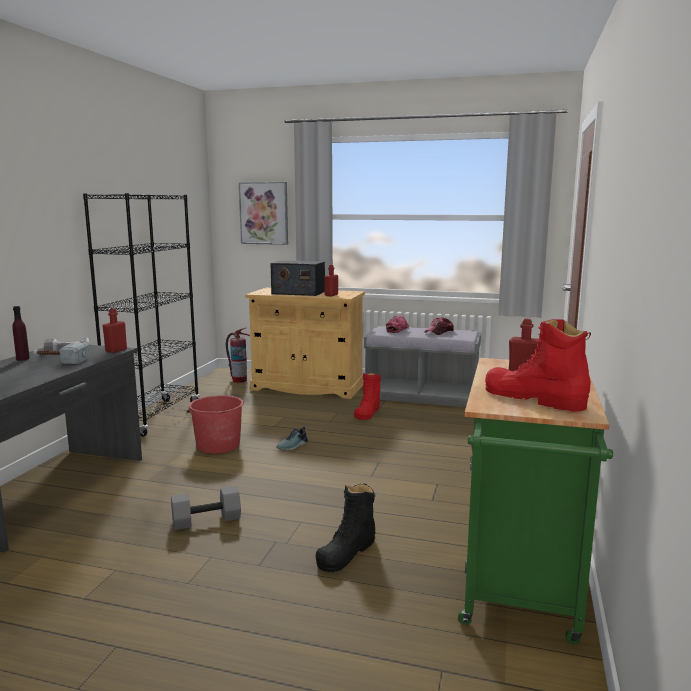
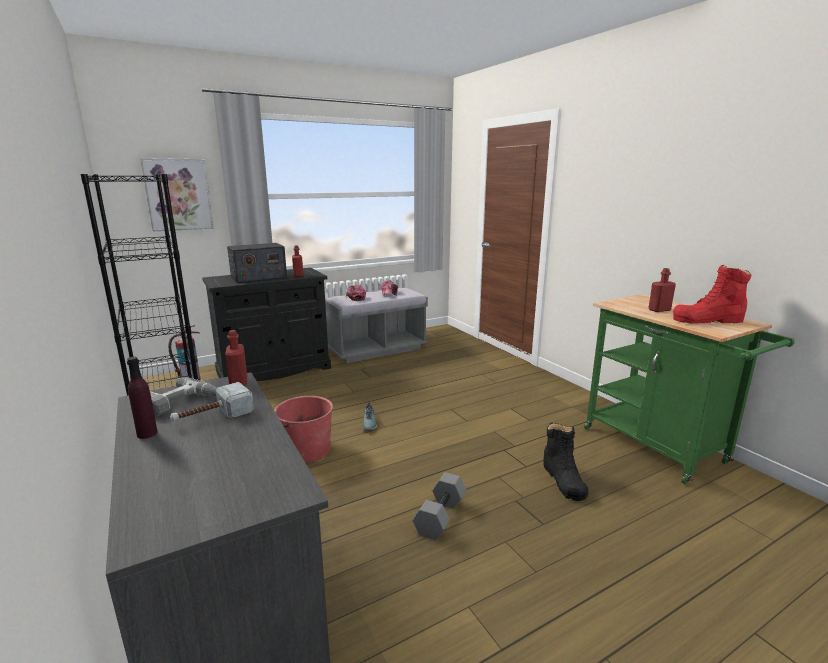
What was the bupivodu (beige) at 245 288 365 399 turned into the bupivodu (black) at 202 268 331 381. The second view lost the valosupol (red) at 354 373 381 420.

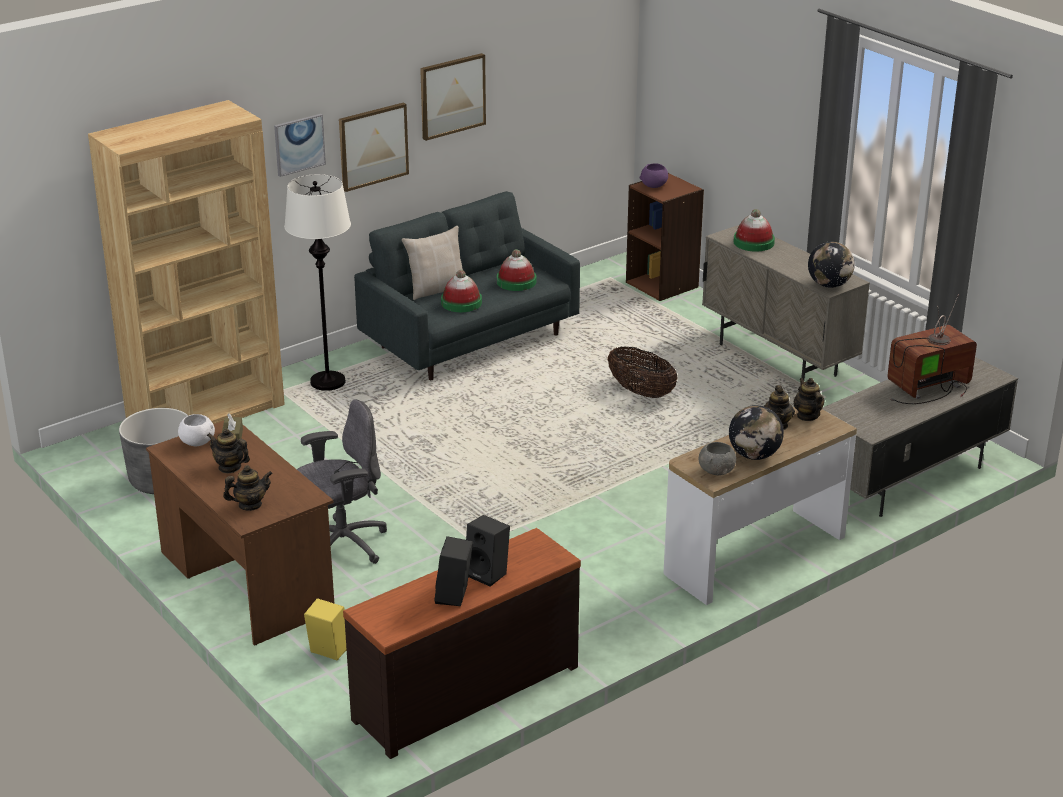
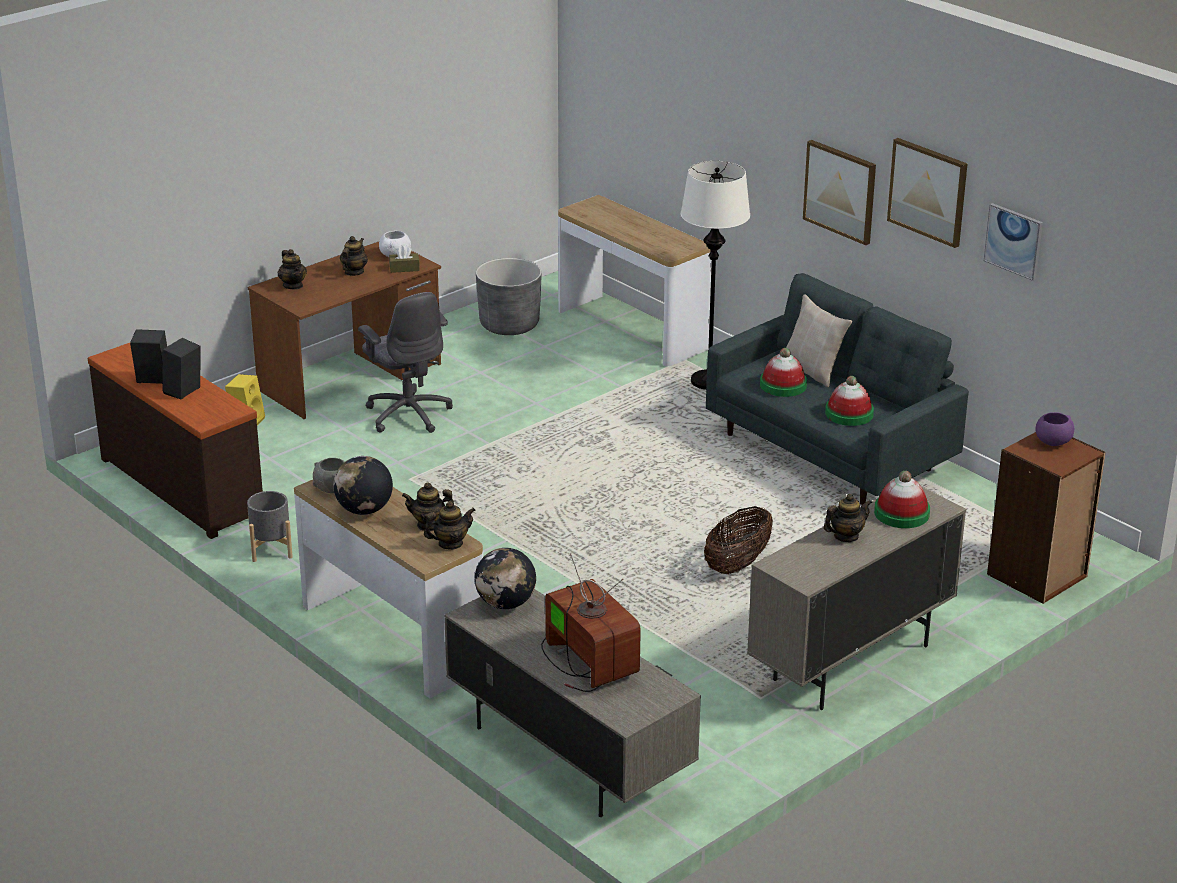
Where the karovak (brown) stood at 88 100 285 424, the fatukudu came to stand at 558 195 712 366. The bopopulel ended up elsewhere, having gone from 274 114 326 177 to 984 203 1043 281. The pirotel ended up elsewhere, having gone from 808 242 855 288 to 475 548 536 609. The second view gained the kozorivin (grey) at 247 491 293 562. The second view gained the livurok at 823 494 872 542.

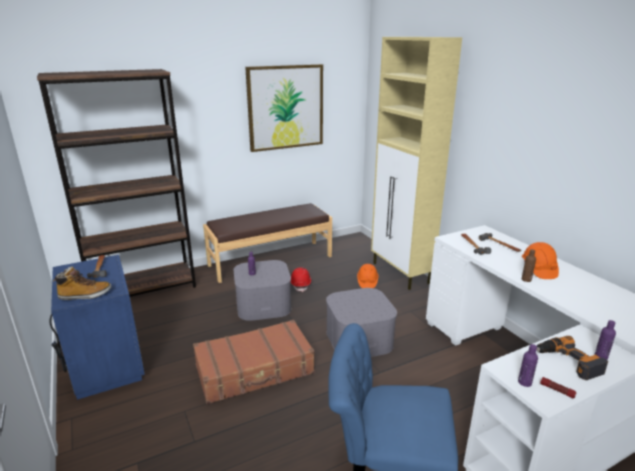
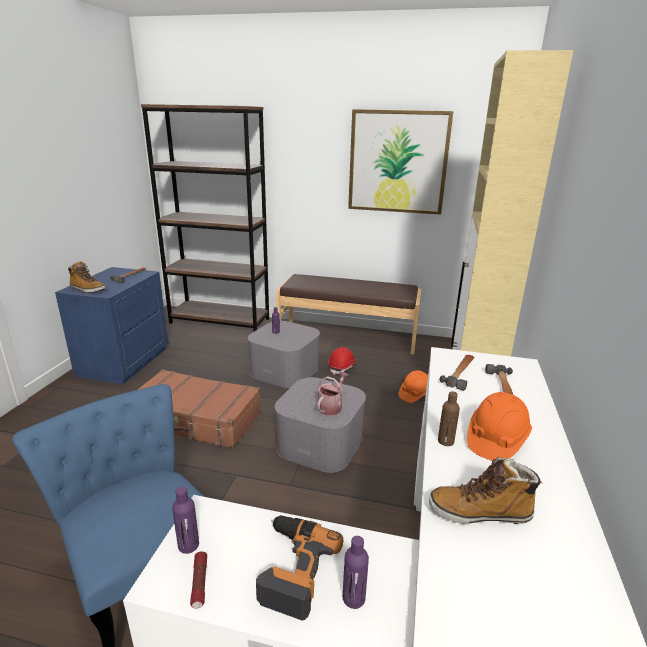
The second view gained the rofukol at 317 372 349 416. The second view gained the valosupol at 429 457 542 524.

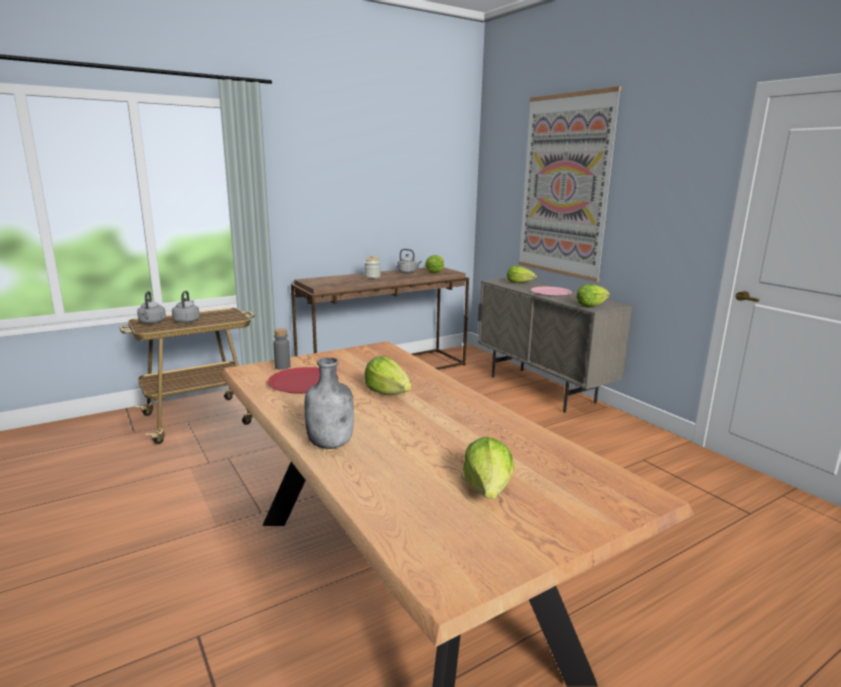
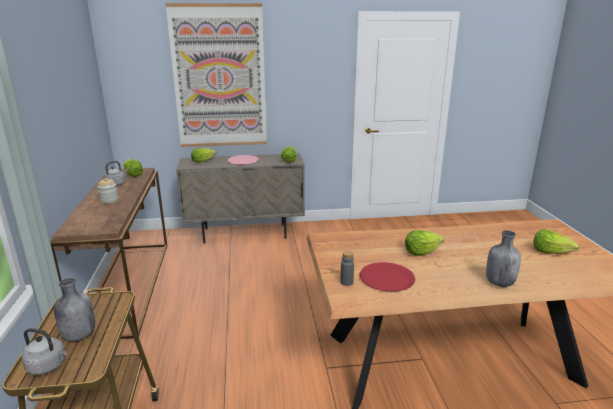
Where the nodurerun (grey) stood at 172 291 200 323, the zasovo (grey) came to stand at 54 278 95 341.

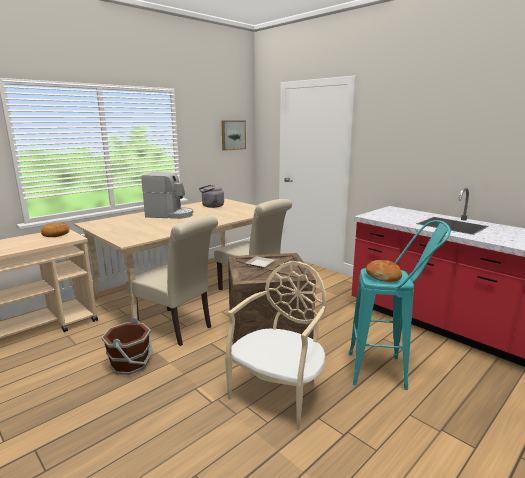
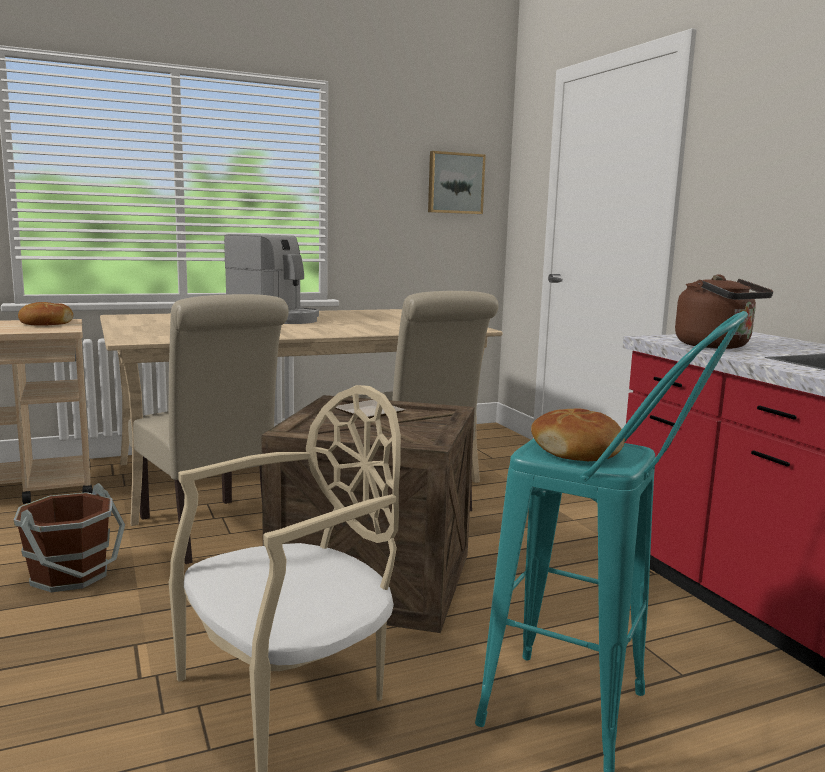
The second view lost the nodurerun (grey) at 199 185 224 208. The second view gained the nodurerun (brown) at 675 274 773 349.

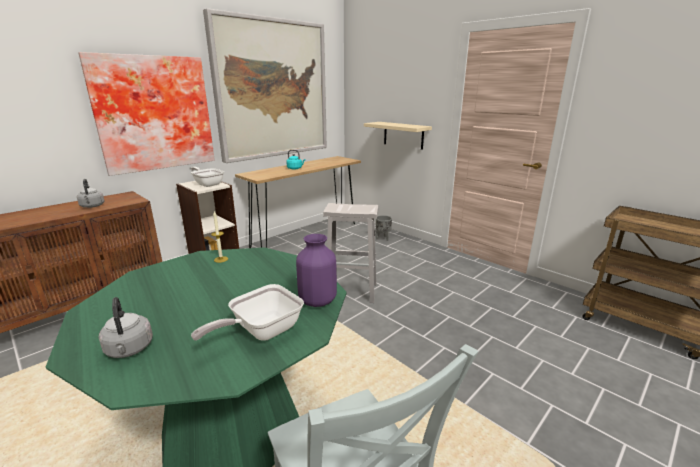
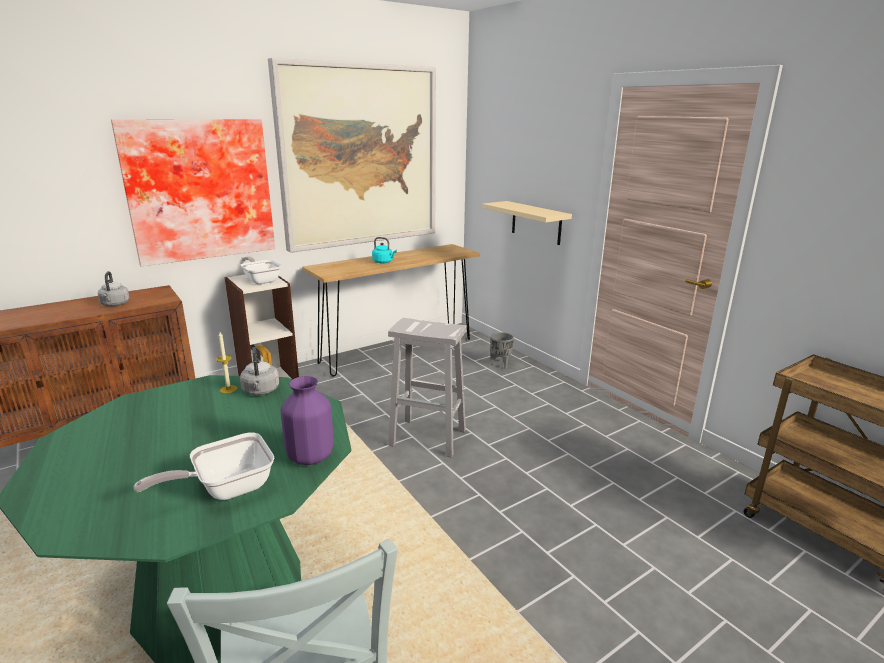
The nodurerun (grey) ended up elsewhere, having gone from 99 297 153 358 to 240 347 279 396.

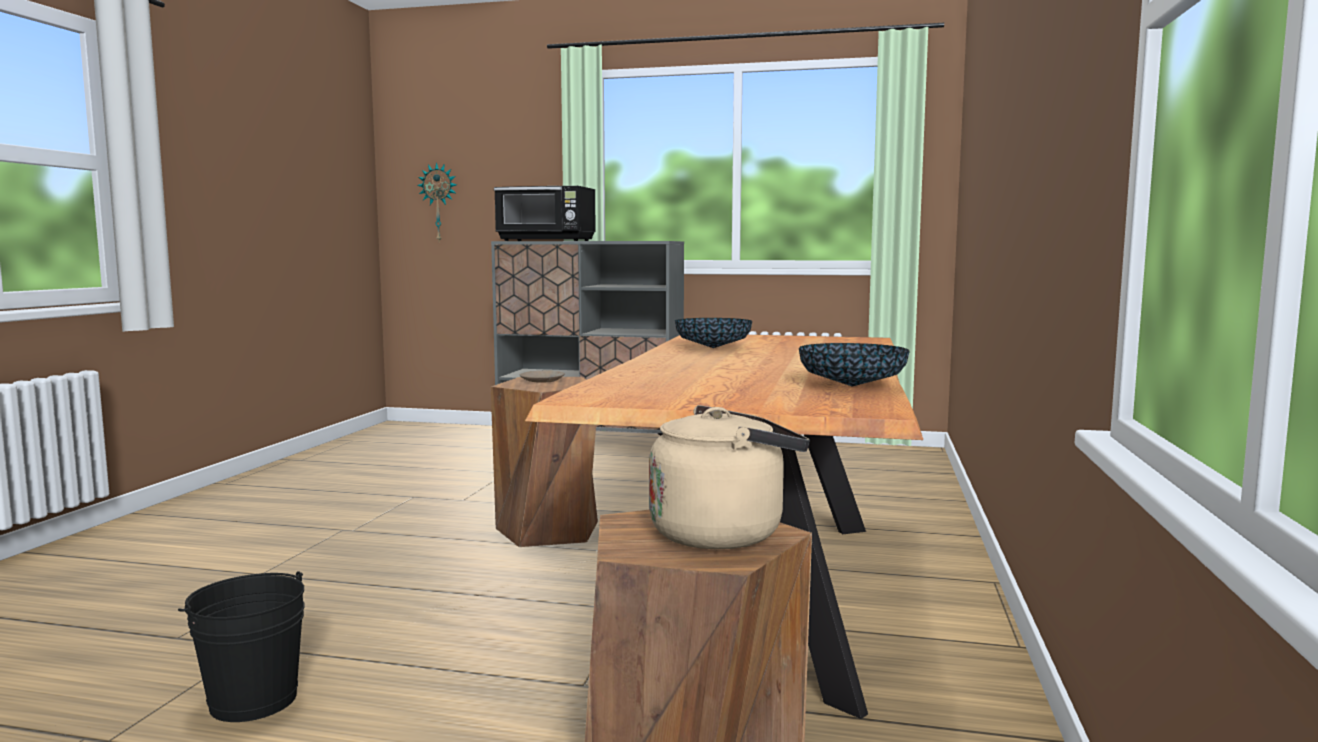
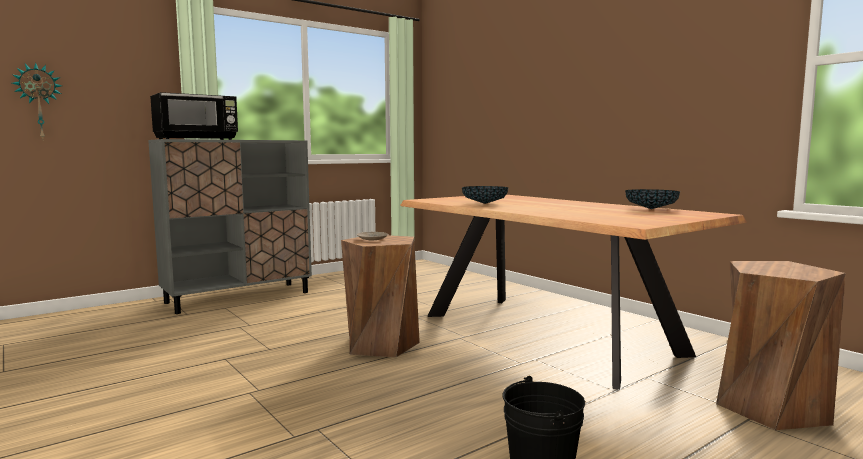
The second view lost the nodurerun (beige) at 649 405 809 549.

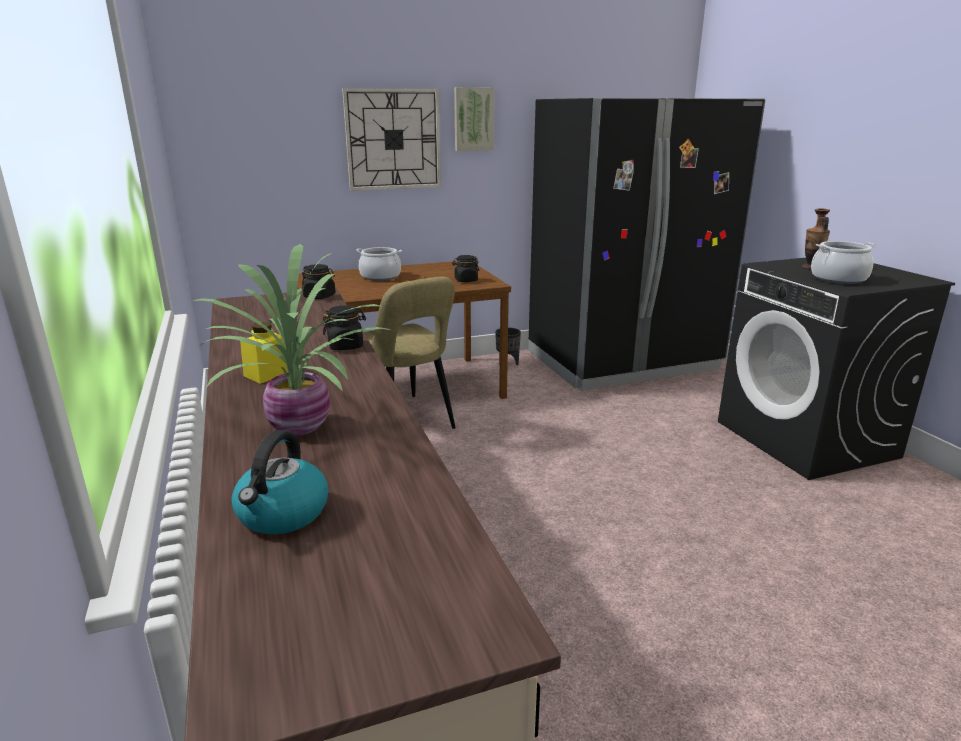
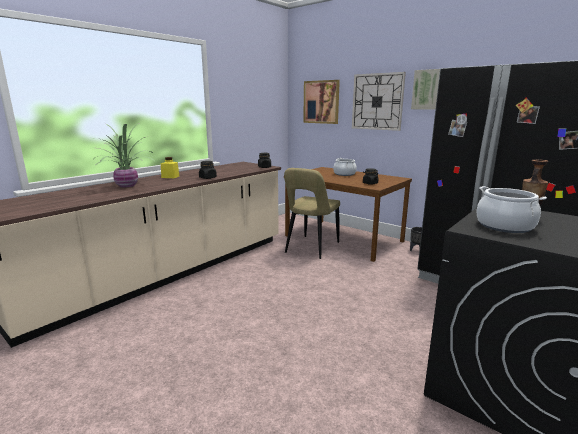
The second view lost the nodurerun at 232 430 328 534. The second view gained the bopopulel at 303 80 340 124.

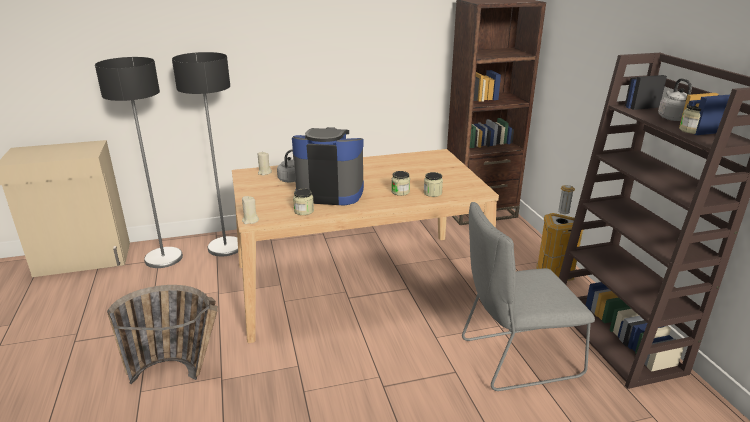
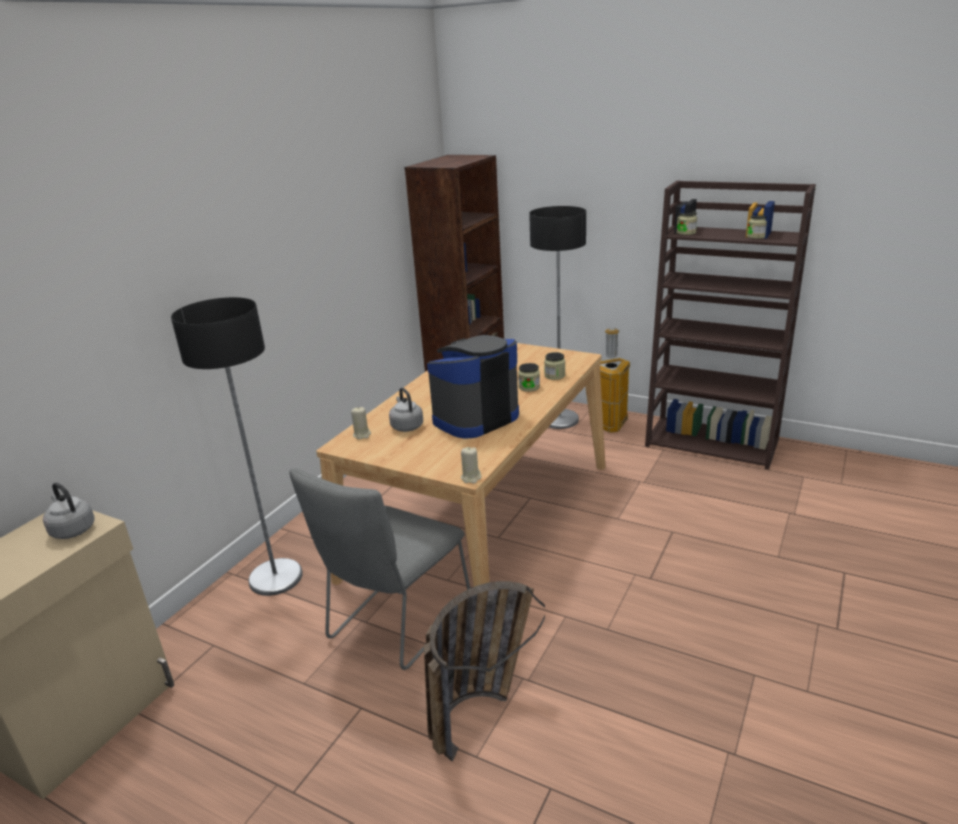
The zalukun ended up elsewhere, having gone from 95 57 183 268 to 529 206 586 429. The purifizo ended up elsewhere, having gone from 293 189 314 215 to 676 211 697 235. The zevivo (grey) ended up elsewhere, having gone from 462 202 595 391 to 289 469 470 670. The nodurerun (grey) ended up elsewhere, having gone from 658 78 692 121 to 43 482 95 539.

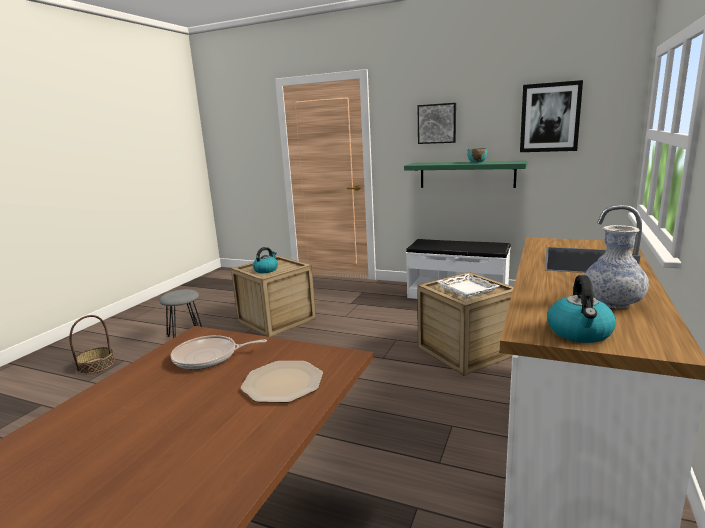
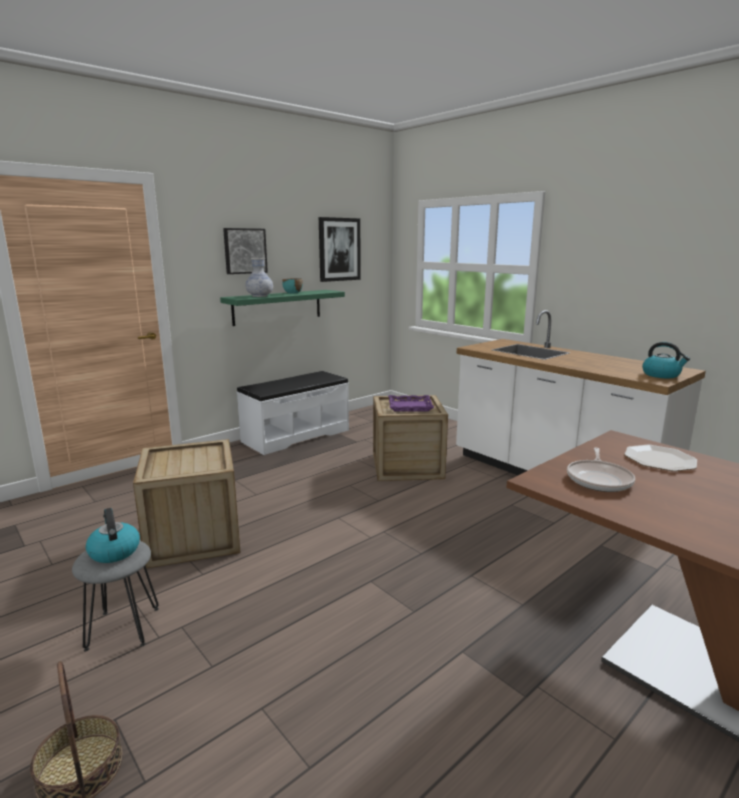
The nodurerun ended up elsewhere, having gone from 253 247 278 273 to 86 508 140 563. What was the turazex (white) at 436 274 499 298 turned into the turazex (purple) at 388 395 434 412. The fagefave ended up elsewhere, having gone from 584 225 649 309 to 245 258 273 297.

